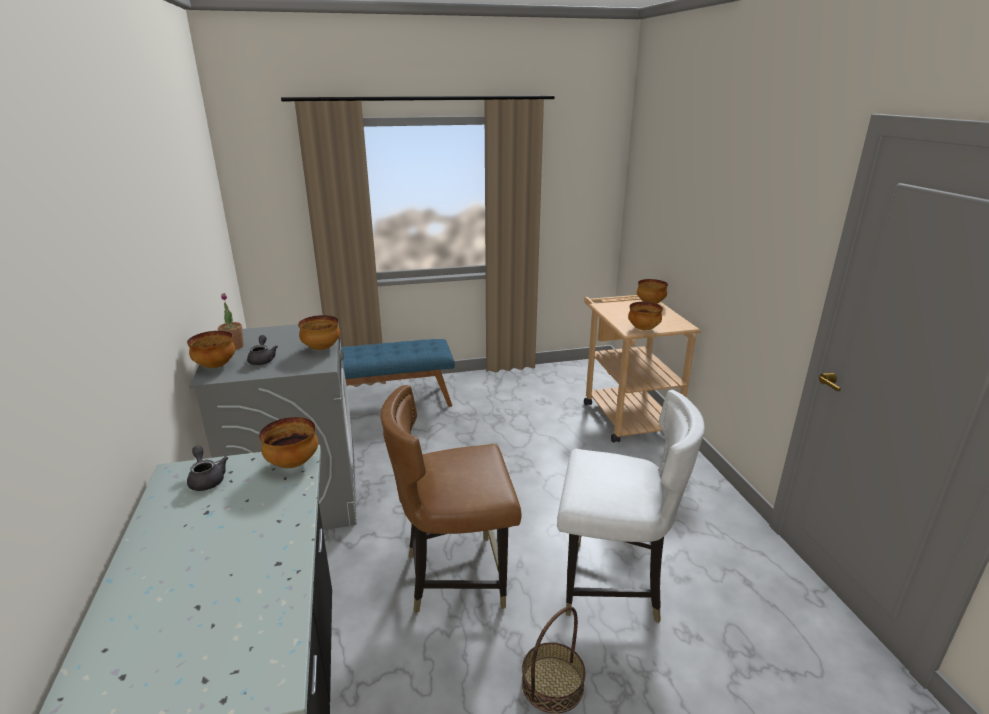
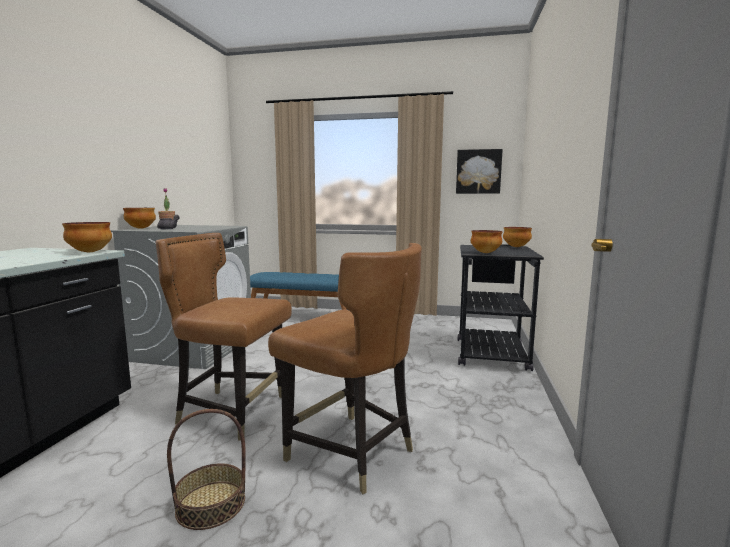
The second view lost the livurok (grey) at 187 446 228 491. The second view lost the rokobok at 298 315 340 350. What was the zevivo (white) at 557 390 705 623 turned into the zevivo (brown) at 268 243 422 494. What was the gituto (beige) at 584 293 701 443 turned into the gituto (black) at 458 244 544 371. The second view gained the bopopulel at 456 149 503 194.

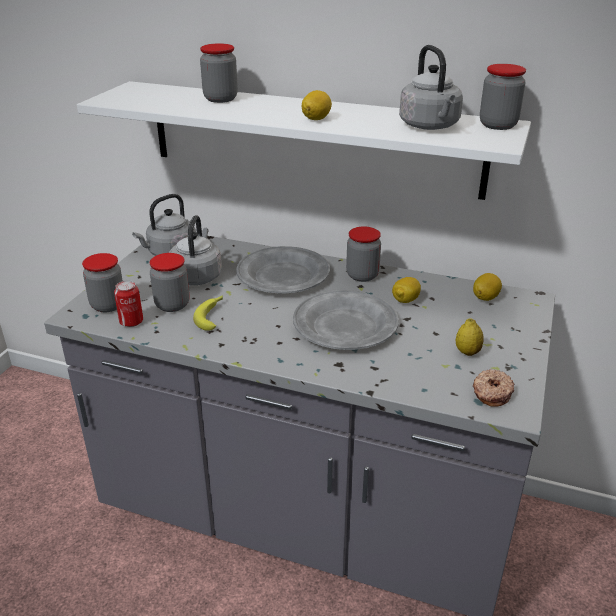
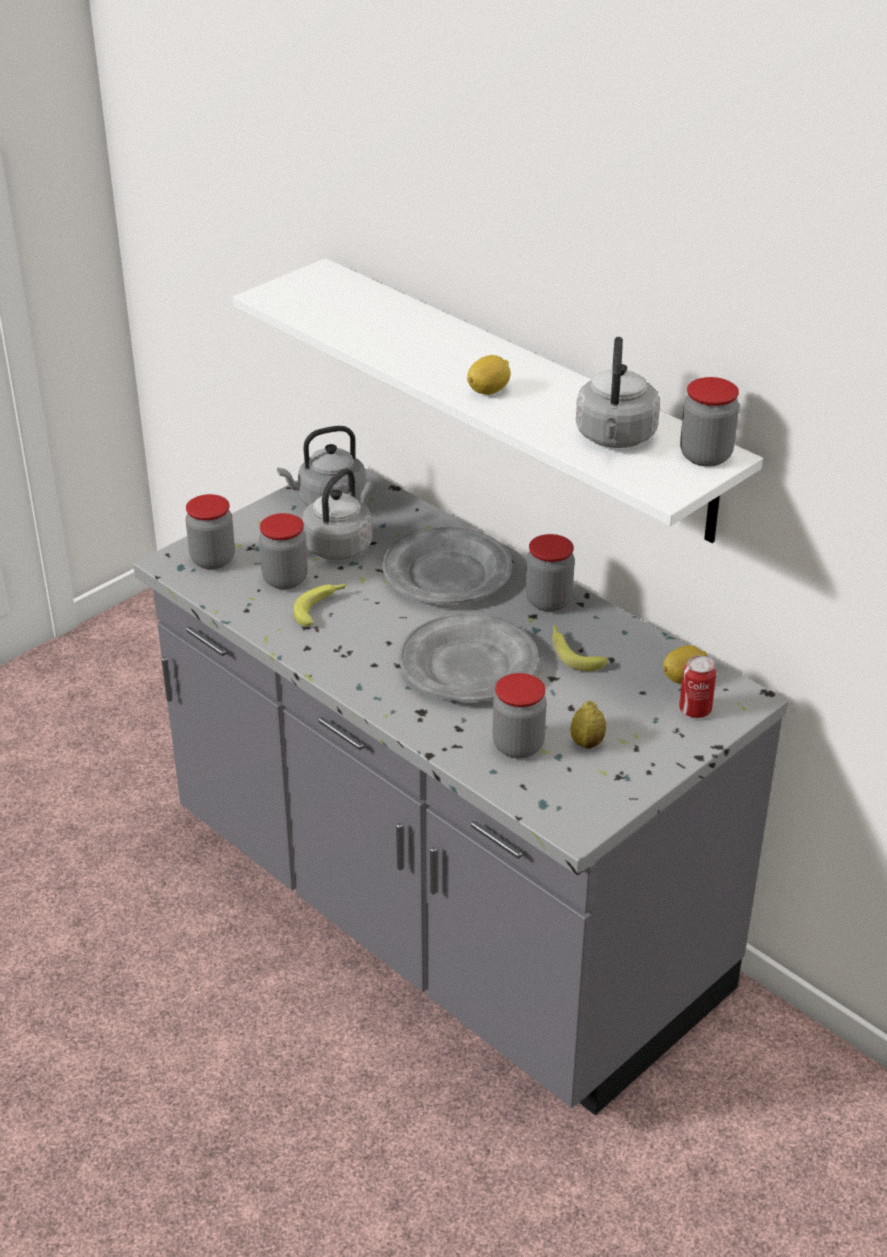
The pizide ended up elsewhere, having gone from 114 280 143 327 to 679 656 716 718. The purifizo ended up elsewhere, having gone from 200 43 238 103 to 492 673 547 759. Where the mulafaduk stood at 392 277 421 303, the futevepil came to stand at 553 625 608 671. The second view lost the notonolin at 473 369 514 407.

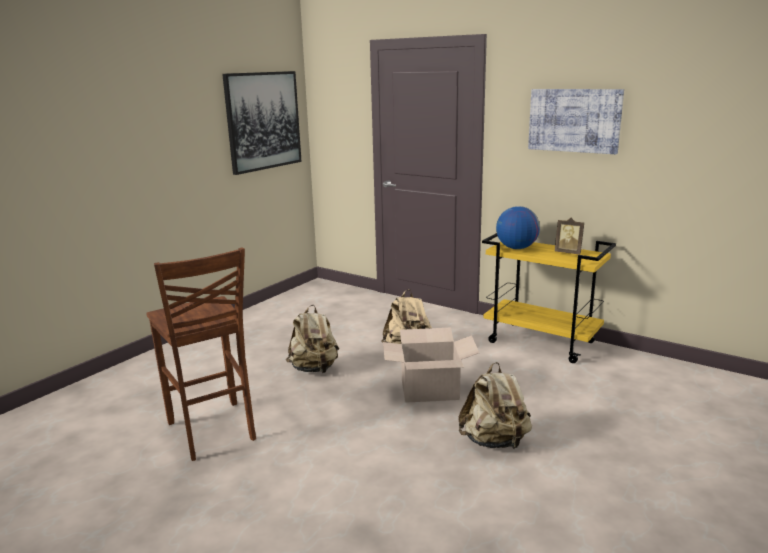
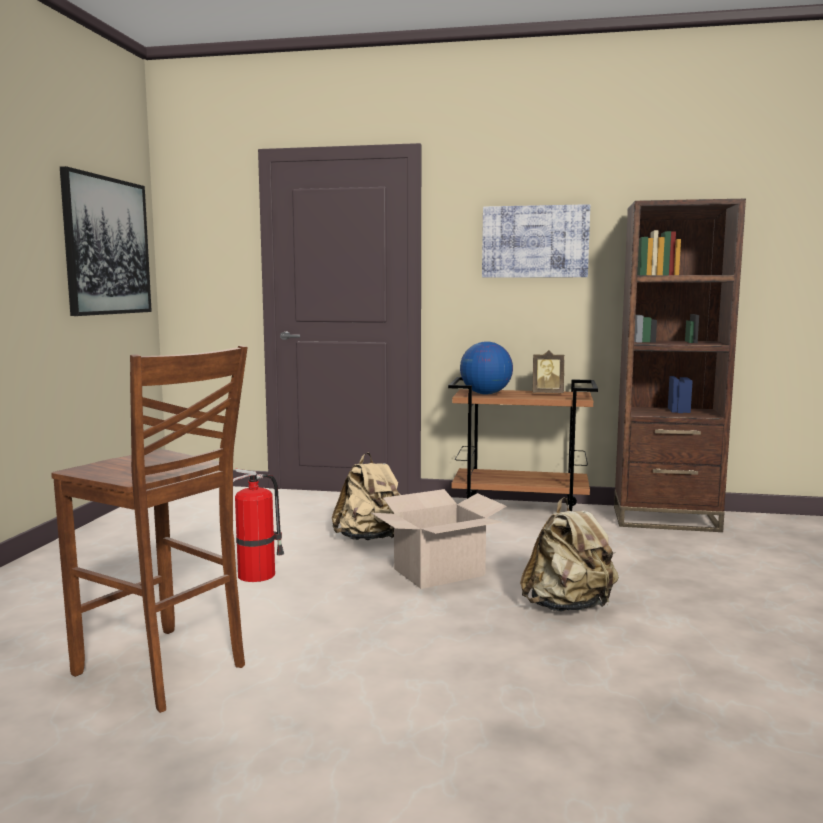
Where the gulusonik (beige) stood at 286 305 339 373, the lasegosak came to stand at 233 468 284 582. What was the gituto (yellow) at 482 233 616 363 turned into the gituto (brown) at 448 377 598 511. The second view gained the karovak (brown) at 614 199 746 532.

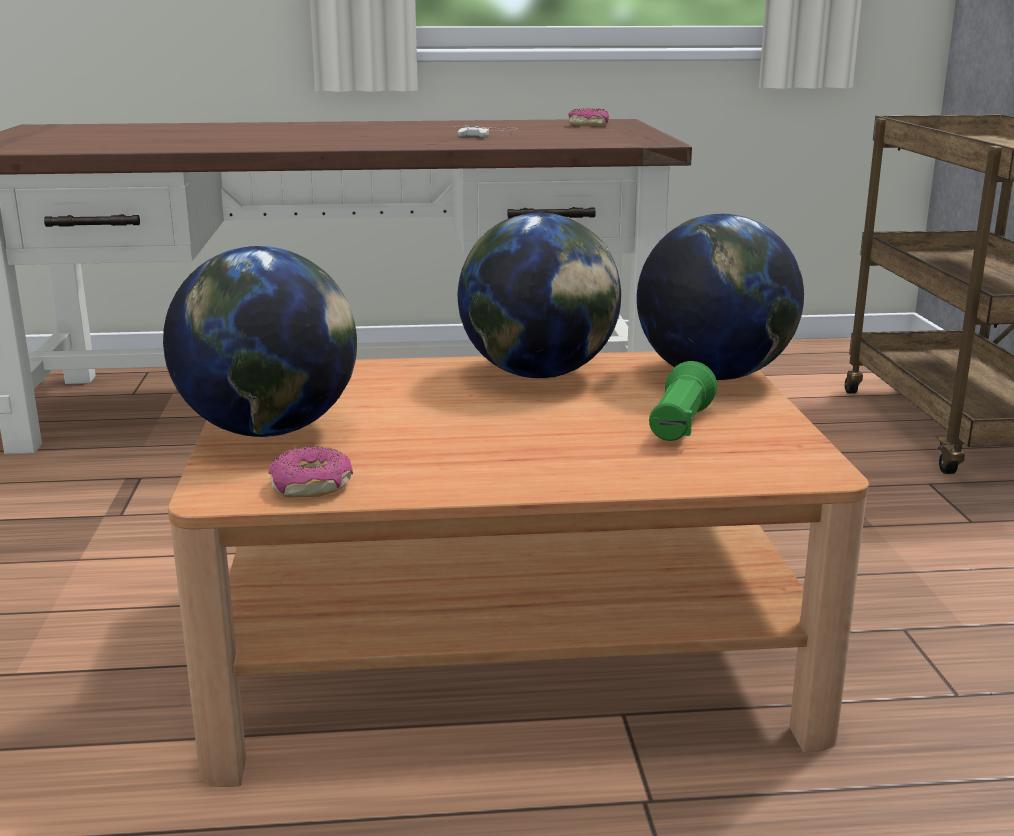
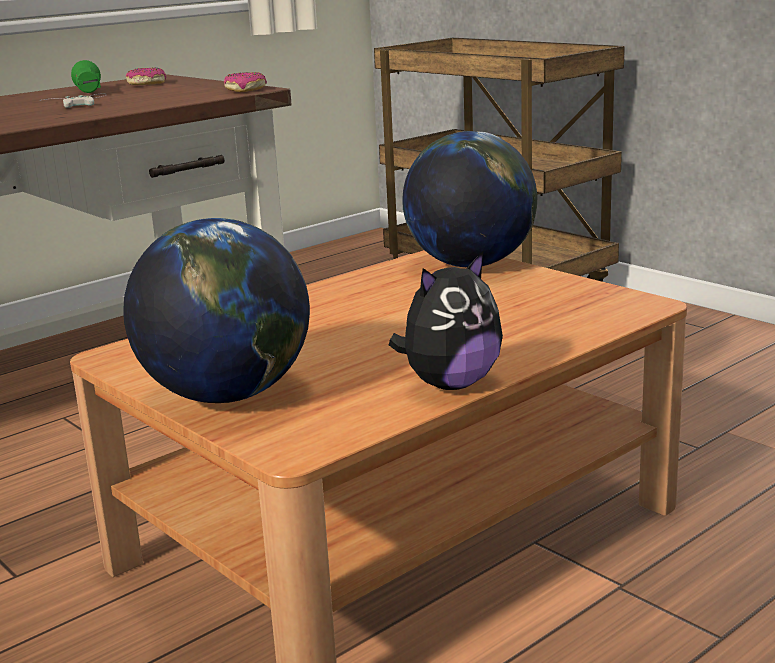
The notonolin ended up elsewhere, having gone from 269 446 353 498 to 224 72 267 92. The second view lost the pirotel at 458 213 621 379. The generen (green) ended up elsewhere, having gone from 649 361 717 441 to 71 60 101 93. The second view gained the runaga at 389 251 503 390.

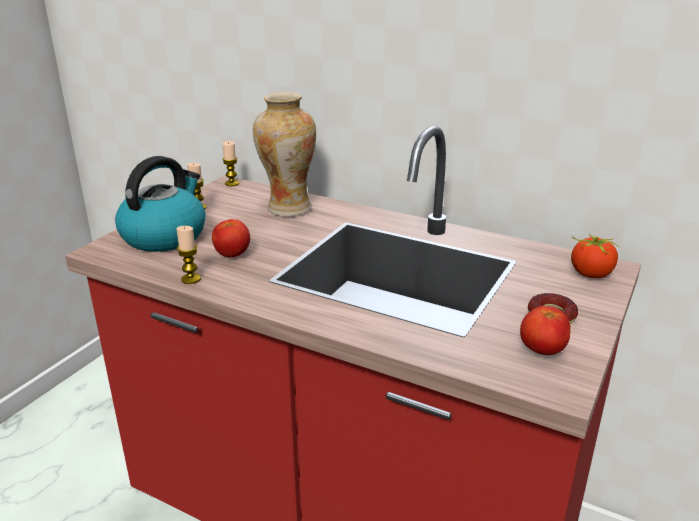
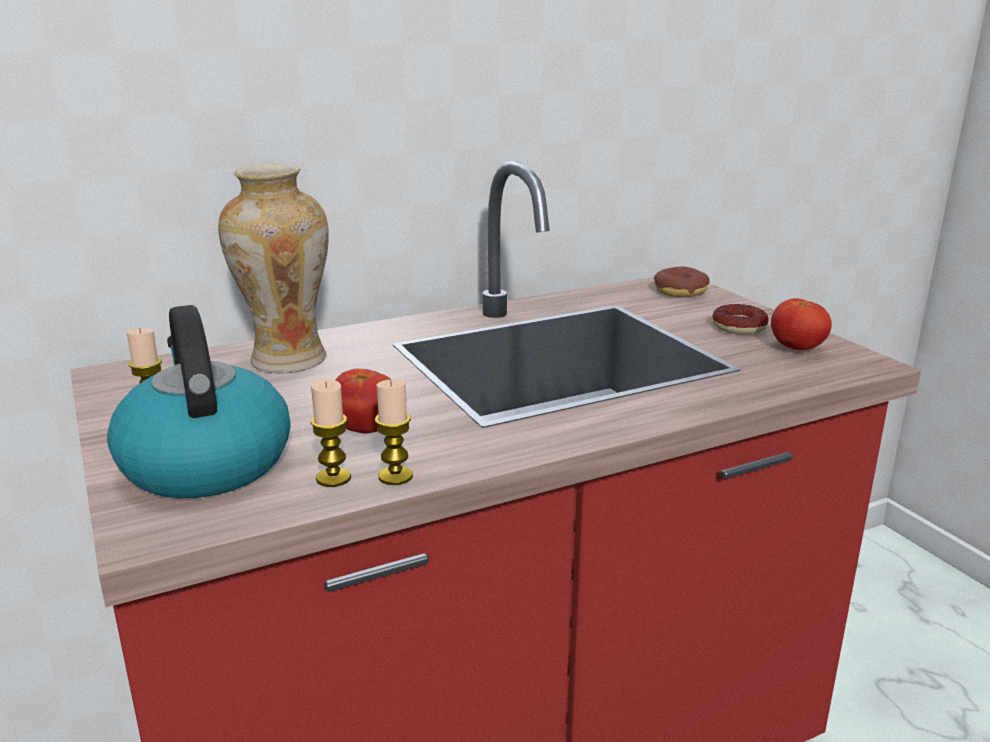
The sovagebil ended up elsewhere, having gone from 222 141 239 186 to 310 378 351 487. Where the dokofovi stood at 571 234 620 278, the notonolin came to stand at 654 266 710 297.

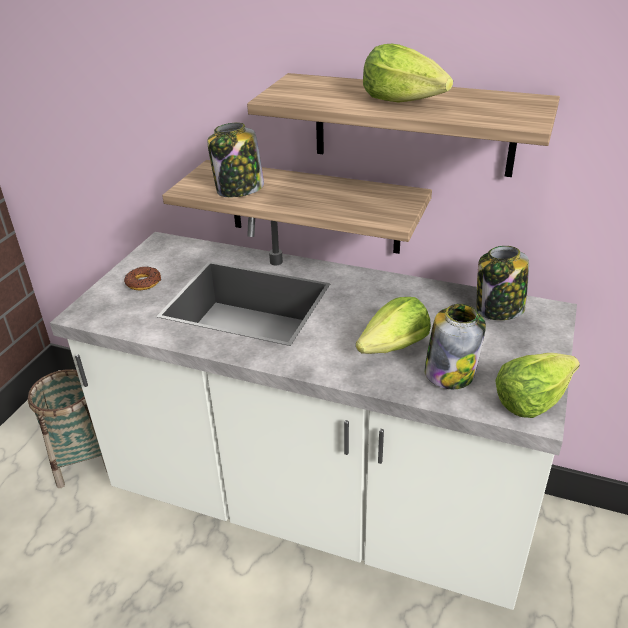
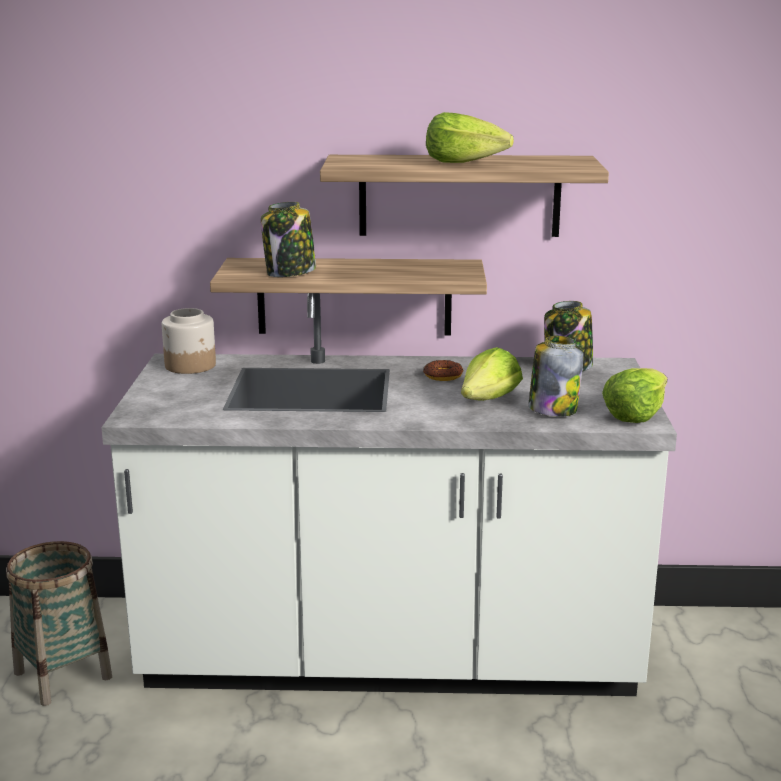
The notonolin ended up elsewhere, having gone from 124 266 161 290 to 423 360 464 381. The second view gained the purifizo at 162 308 216 374.

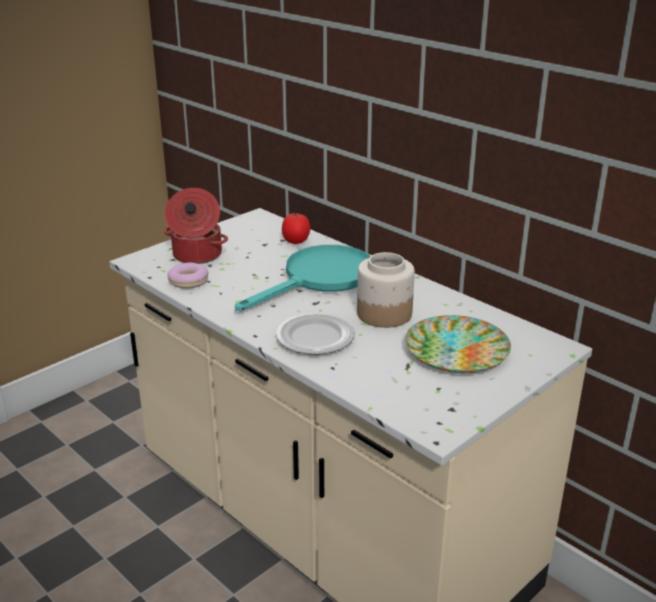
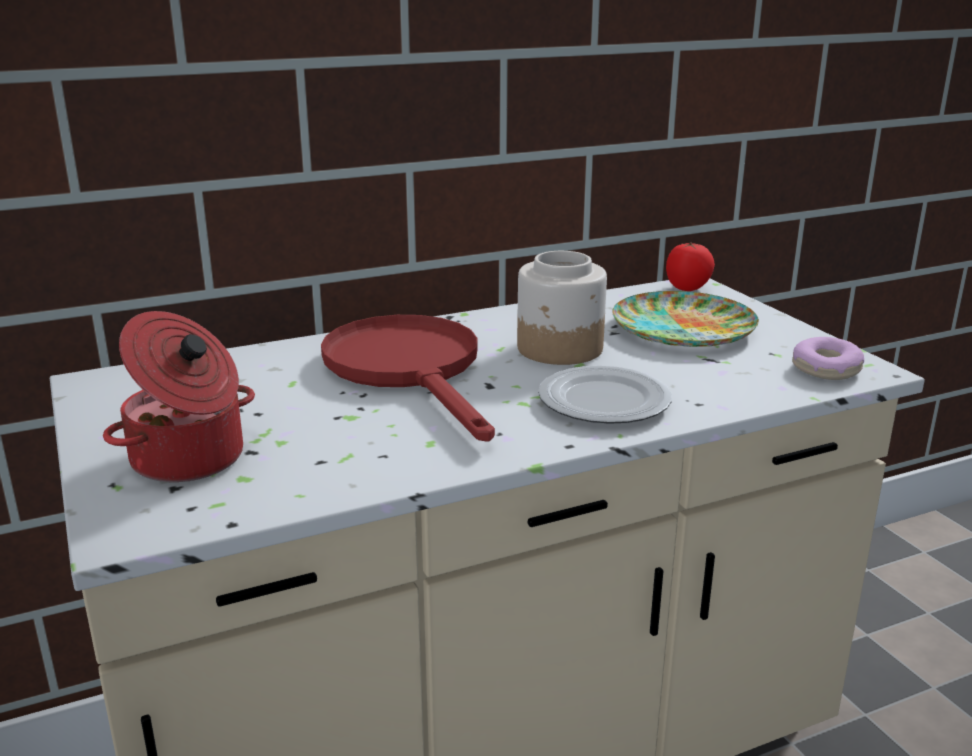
The notonolin ended up elsewhere, having gone from 167 263 208 289 to 792 337 864 380. What was the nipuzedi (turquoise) at 235 245 370 311 turned into the nipuzedi (red) at 321 315 495 442. The dokofovi ended up elsewhere, having gone from 282 212 310 244 to 666 242 715 291.

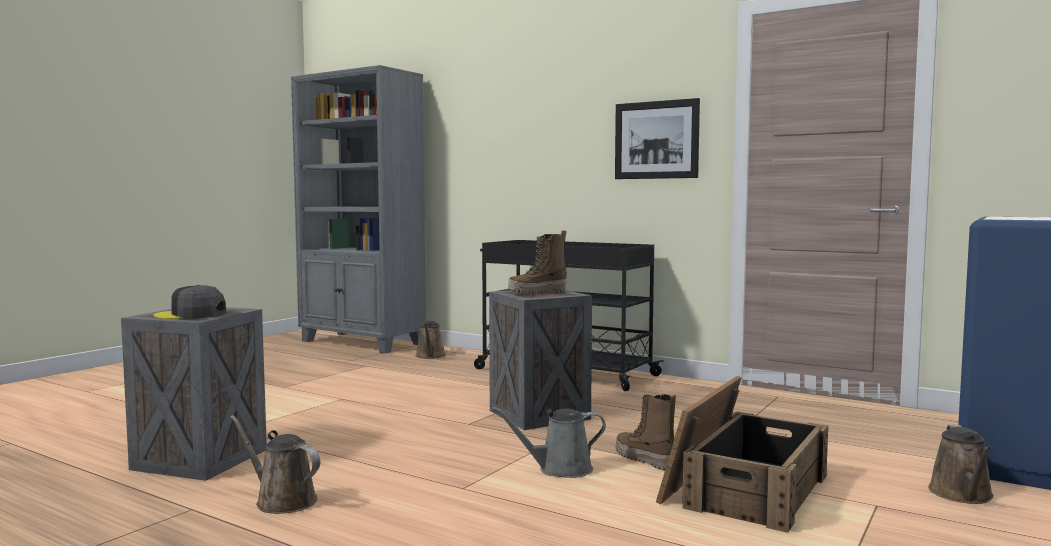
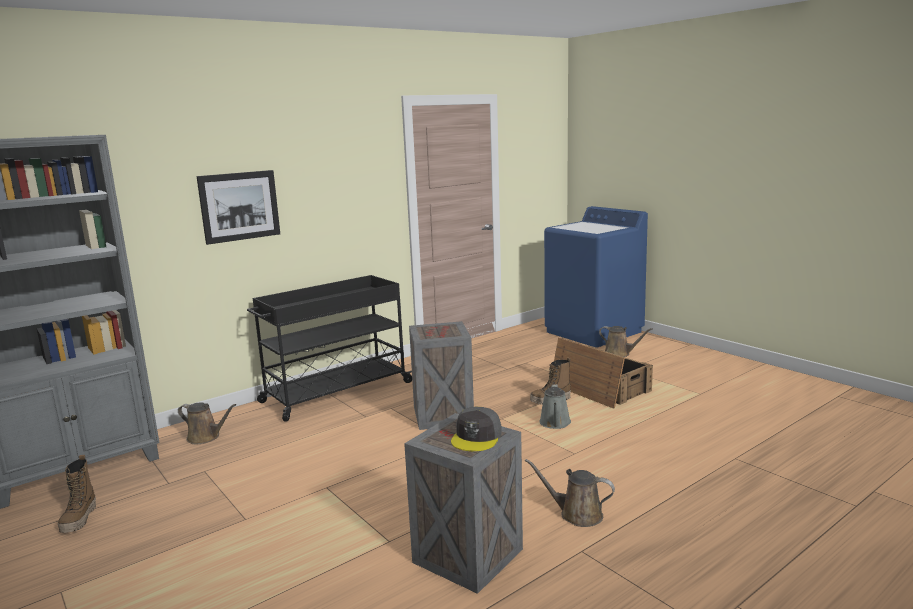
The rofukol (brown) at 230 415 320 514 ended up facing another way, 60 degrees clockwise from before. The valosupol ended up elsewhere, having gone from 508 230 567 294 to 58 455 96 533. The bopopulel ended up elsewhere, having gone from 615 98 700 179 to 197 170 280 245.

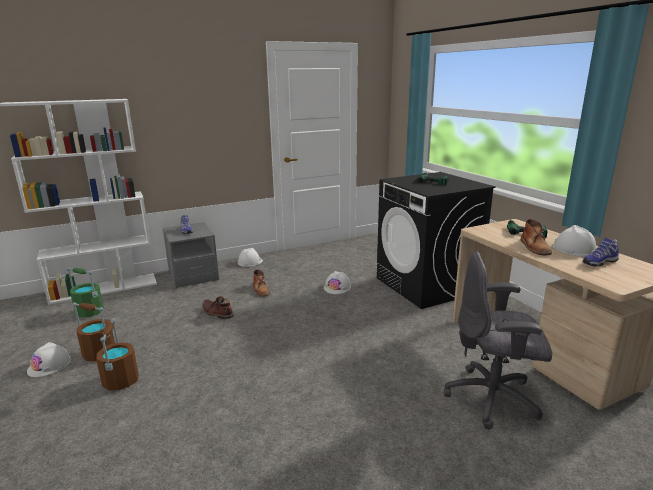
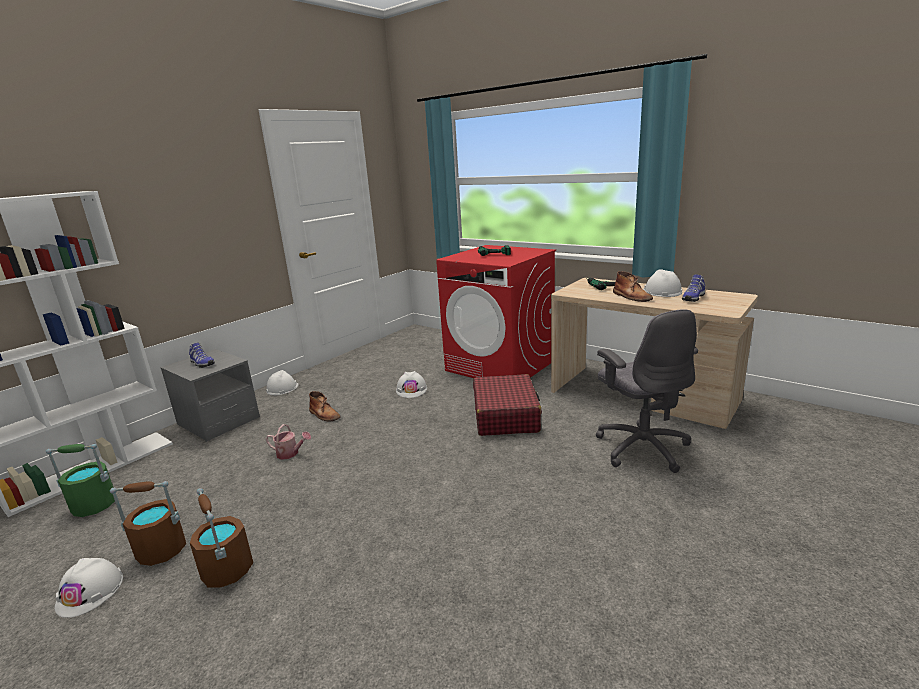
Where the valosupol (brown) stood at 202 296 233 319, the rofukol came to stand at 266 424 311 460. What was the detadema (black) at 377 172 496 309 turned into the detadema (red) at 436 245 556 378. The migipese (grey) at 444 252 552 430 ended up facing another way, 90 degrees counterclockwise from before. The second view gained the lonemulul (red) at 473 374 542 436.

